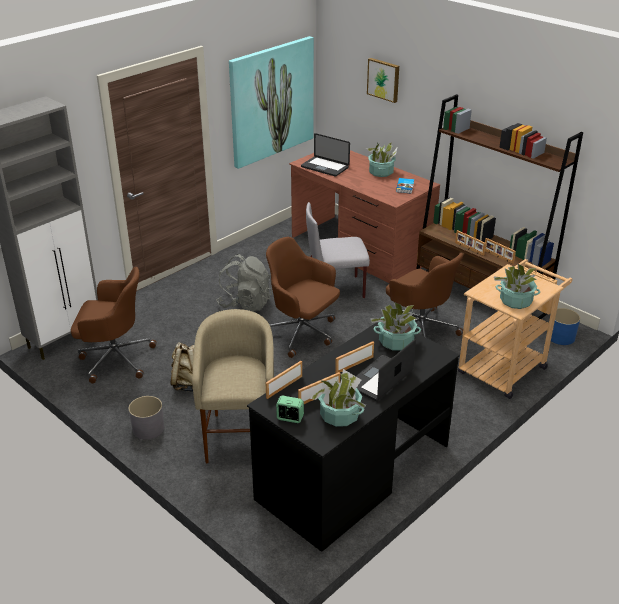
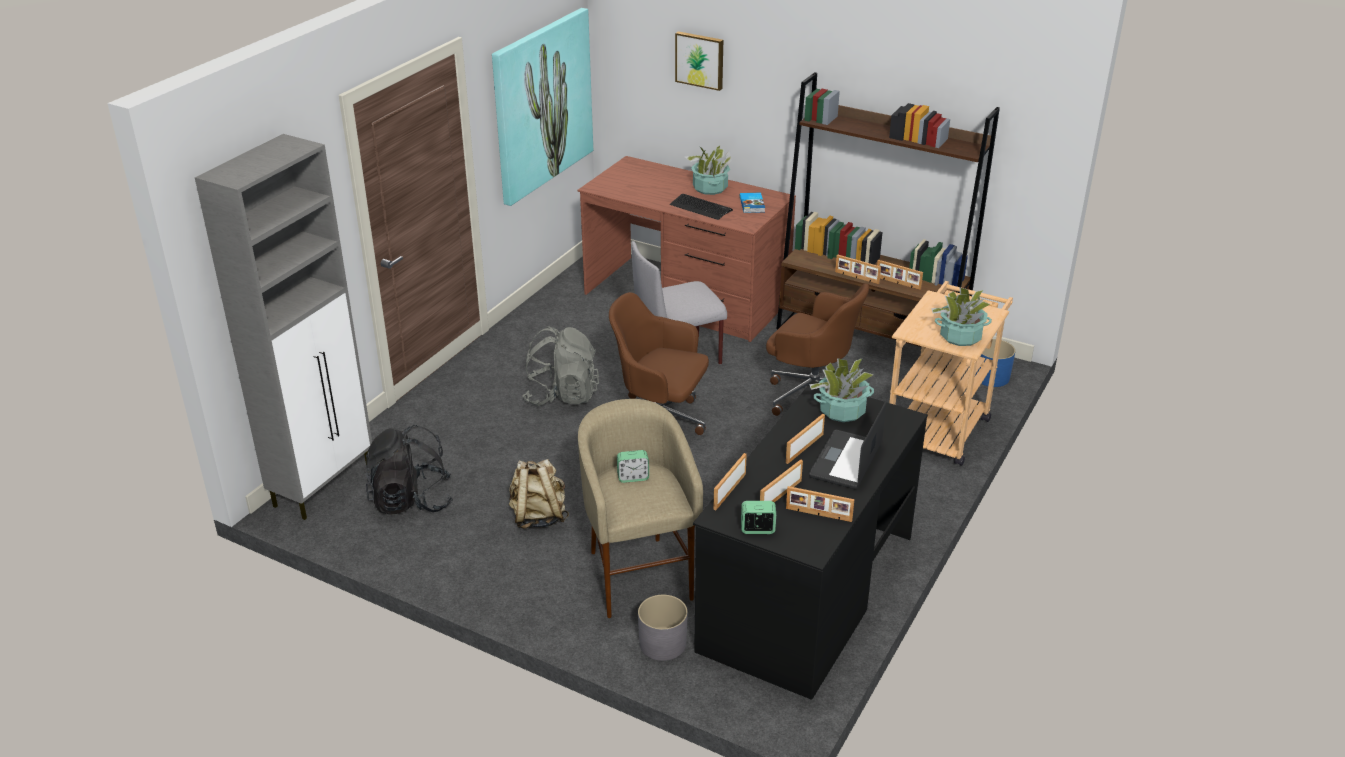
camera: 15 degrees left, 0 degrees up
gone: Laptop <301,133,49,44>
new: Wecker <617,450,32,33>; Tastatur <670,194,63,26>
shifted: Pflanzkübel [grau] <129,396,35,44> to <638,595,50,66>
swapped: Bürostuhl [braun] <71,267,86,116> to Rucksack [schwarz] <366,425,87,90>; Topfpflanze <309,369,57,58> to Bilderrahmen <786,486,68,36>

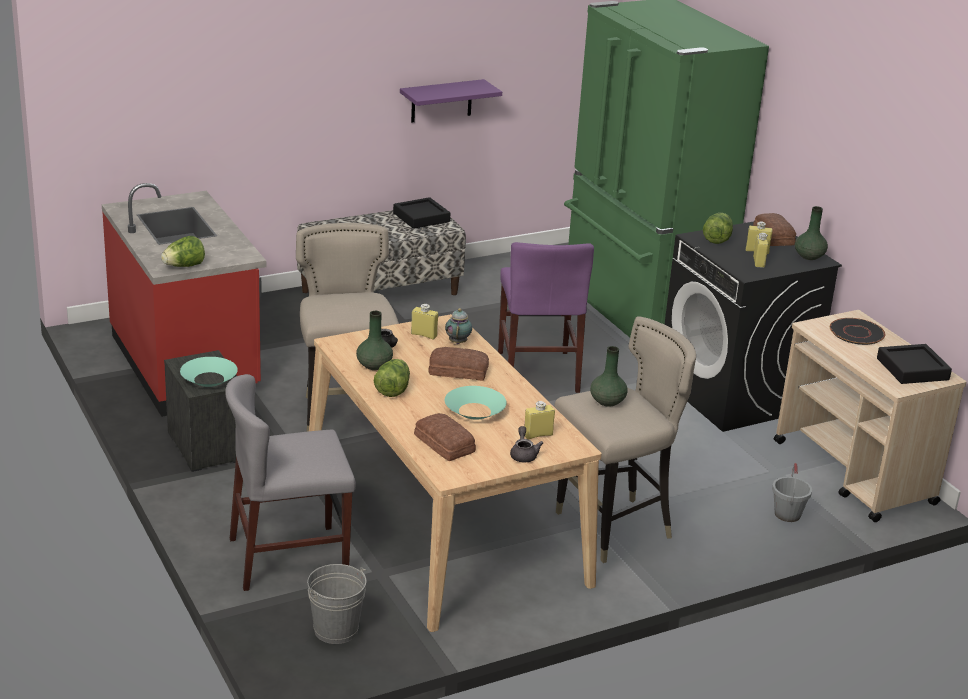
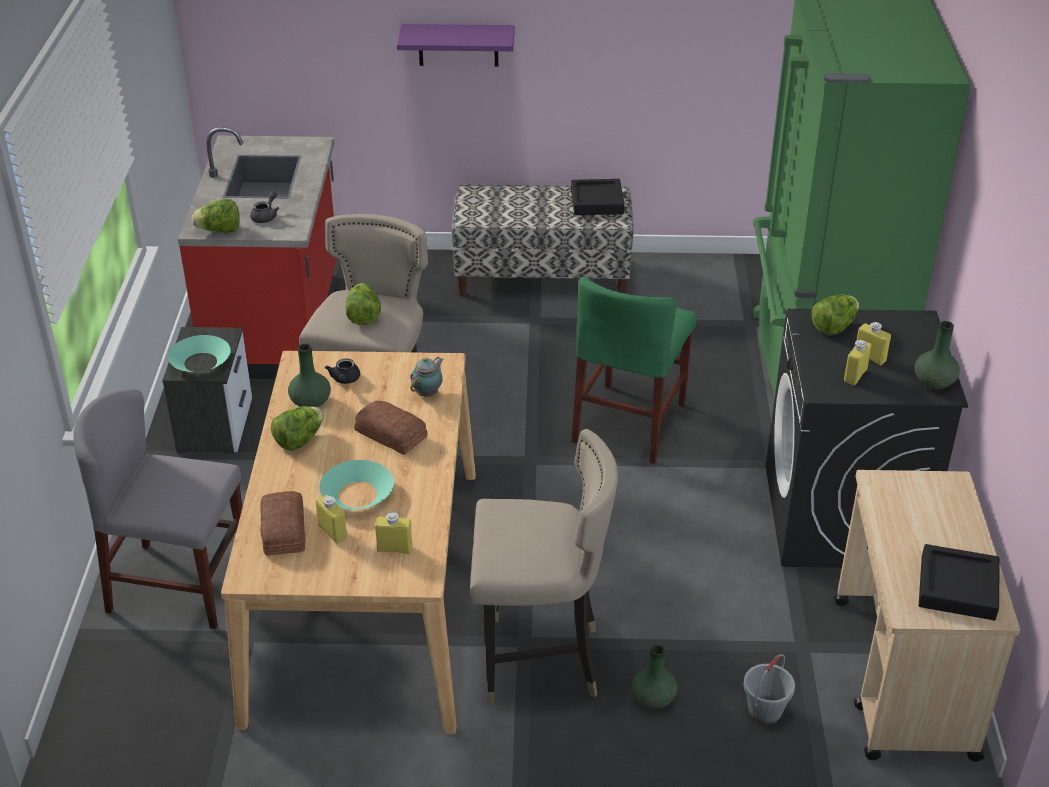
camera: 30 degrees right, 10 degrees up
gone: Eimer [grau] <307,564,60,80>; Brot <753,213,43,33>; Teller [schwarz] <830,318,55,27>
new: Salatkopf <346,283,35,42>
shifted: Wandregal [lila] <400,79,102,43> to <397,24,118,43>; Flasche [gelb] <411,304,27,36> to <316,495,31,49>; Teekanne [grau] <510,426,33,36> to <250,191,29,32>; Vase [grün] <590,346,38,61> to <632,645,45,63>
repainted: Stuhl [lila] <498,242,96,151> to Stuhl [grün] <571,277,126,187>

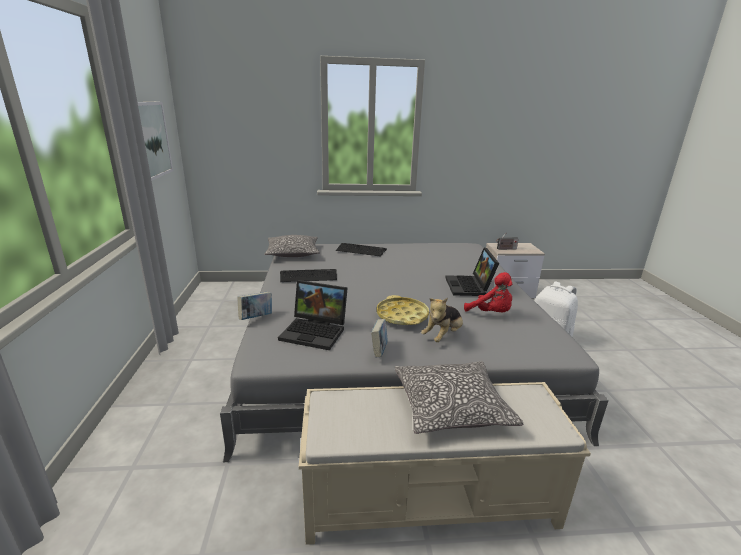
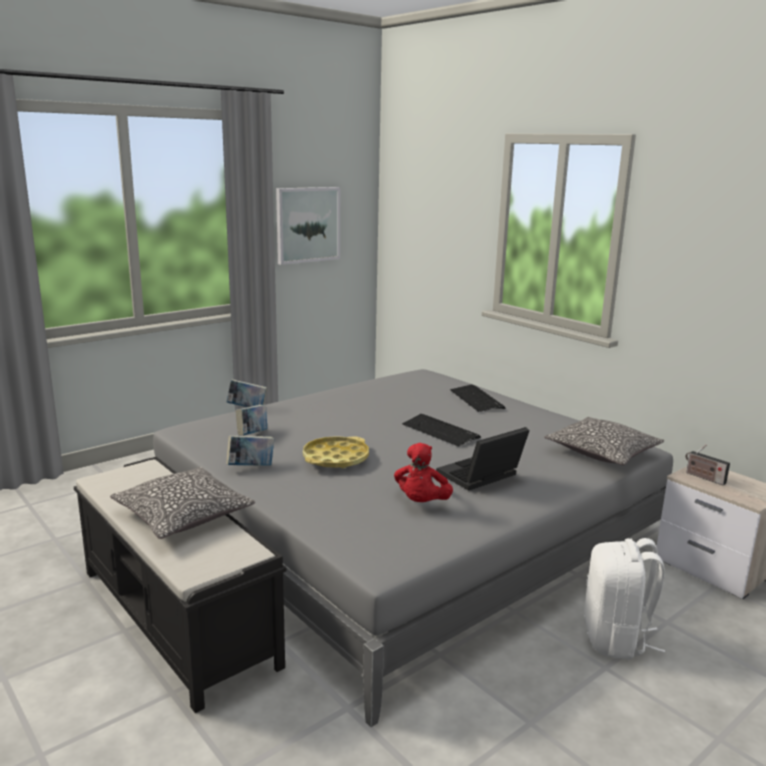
camera: 55 degrees right, 5 degrees down
gone: Plüschtier <421,298,42,44>
shifted: Kissen <264,235,56,22> to <544,417,120,48>; Tastatur <280,269,57,13> to <402,414,79,33>
swapped: Laptop <278,280,70,70> to Buch <236,405,31,31>
repainted: Bank [beige] <299,382,292,163> to Bank [schwarz] <74,457,213,256>

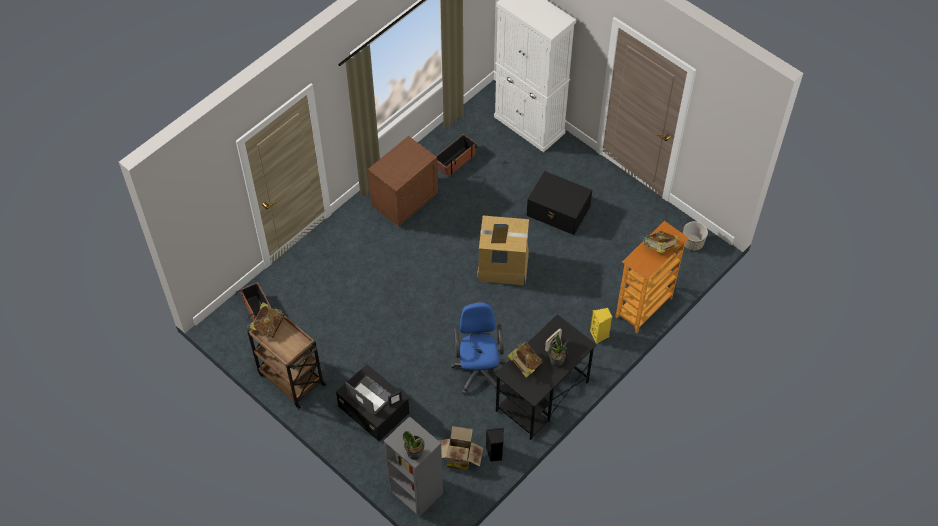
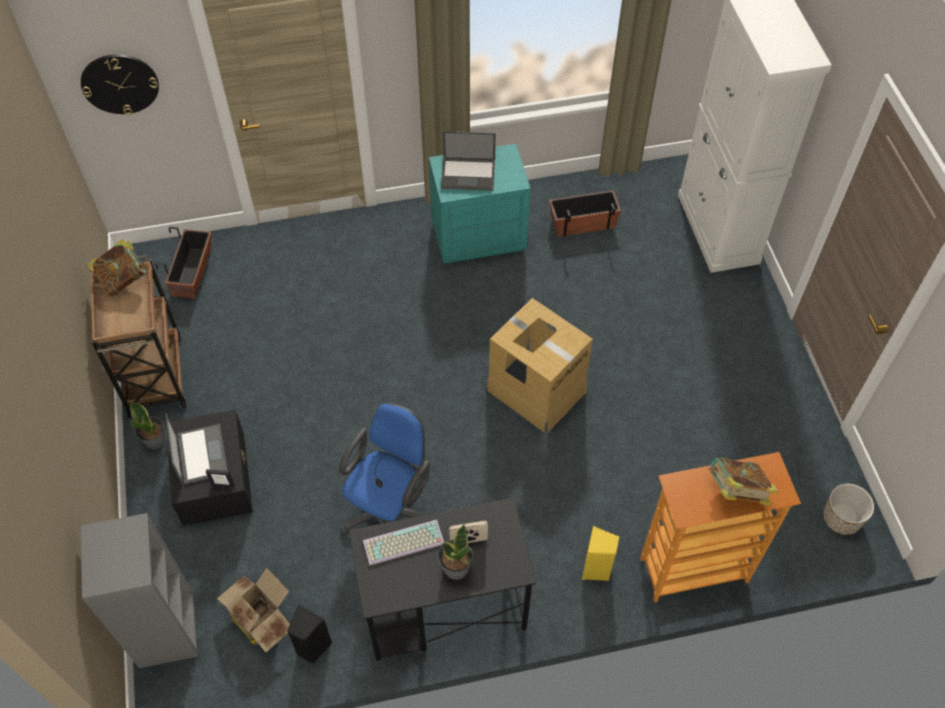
camera: 35 degrees right, 0 degrees up
gone: Aufbewahrungsbox [schwarz] <527,171,65,64>
new: Wanduhr <81,55,78,60>; Laptop <441,131,55,60>
shifted: Topfpflanze <403,431,22,29> to <130,401,35,49>
swapped: Buch <508,342,35,36> to Tastatur <363,520,81,46>
repainted: Nachttisch [braun] <368,136,70,91> to Nachttisch [türkis] <429,144,102,120>

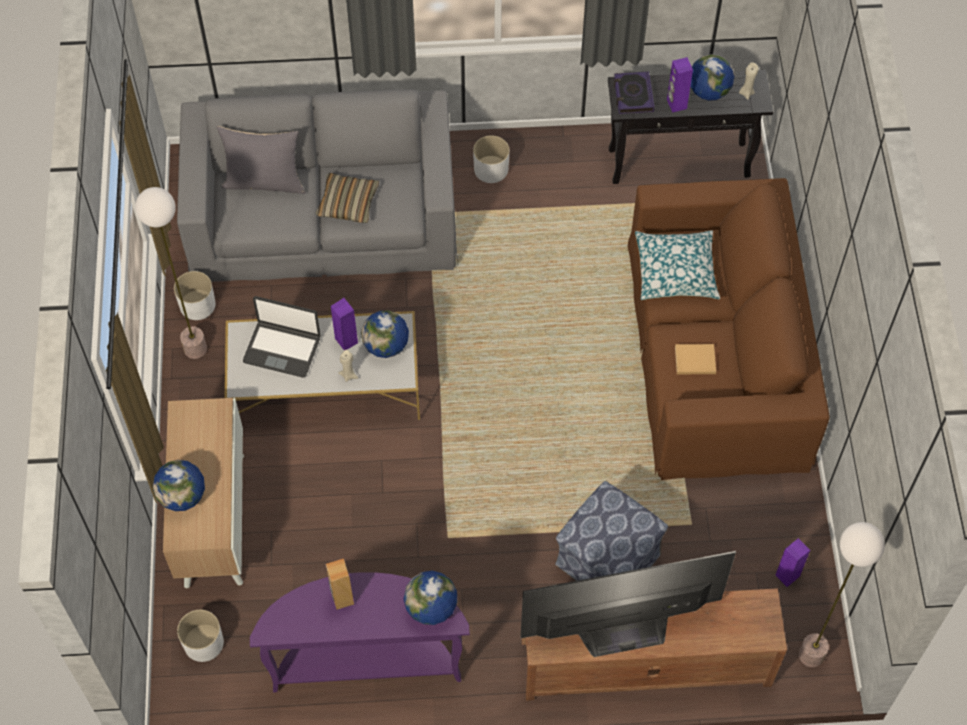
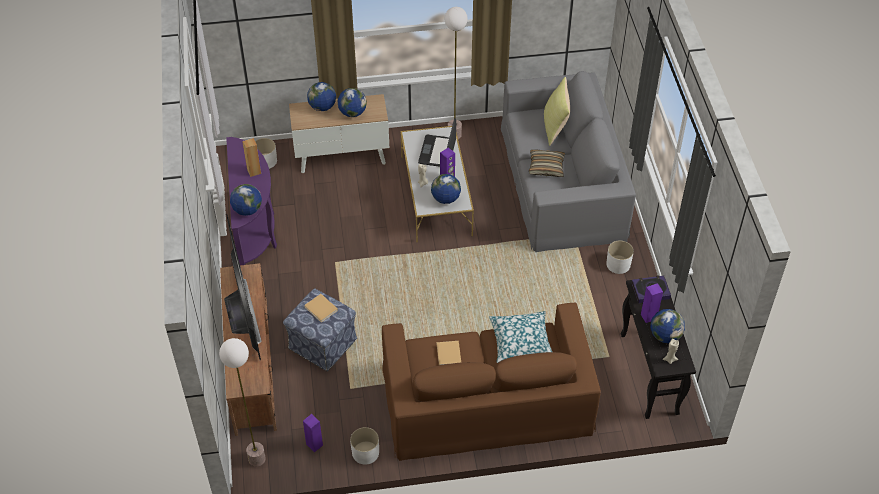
camera: 85 degrees right, 10 degrees down
new: Buch [beige] <304,294,34,28>; Globus <338,88,29,29>
shifted: Pflanzkübel [weiß] <174,271,42,49> to <350,427,29,38>
repainted: Kissen [grau] <216,126,89,68> to Kissen [gelb] <544,77,26,69>

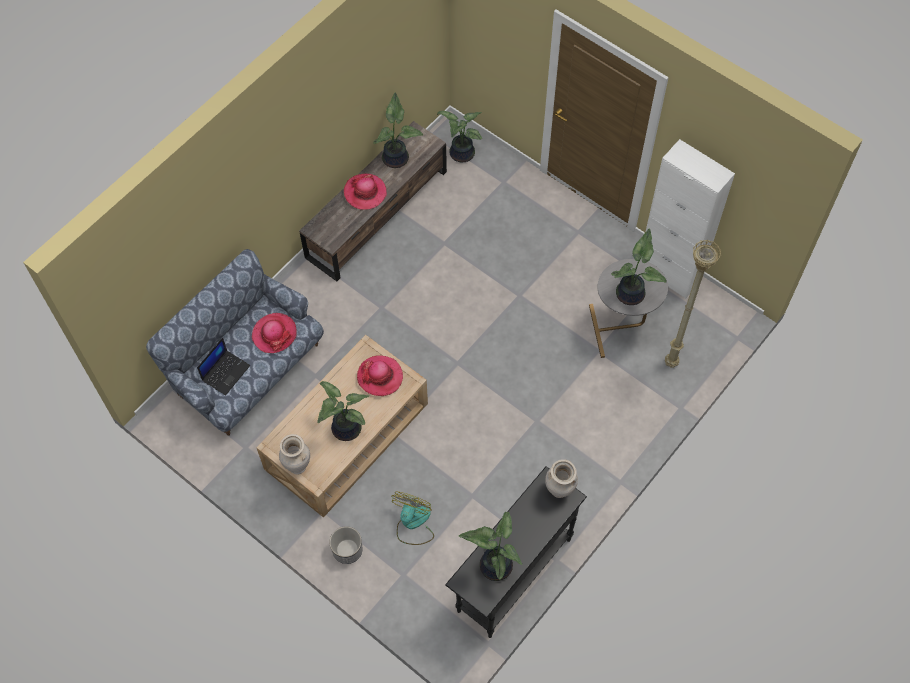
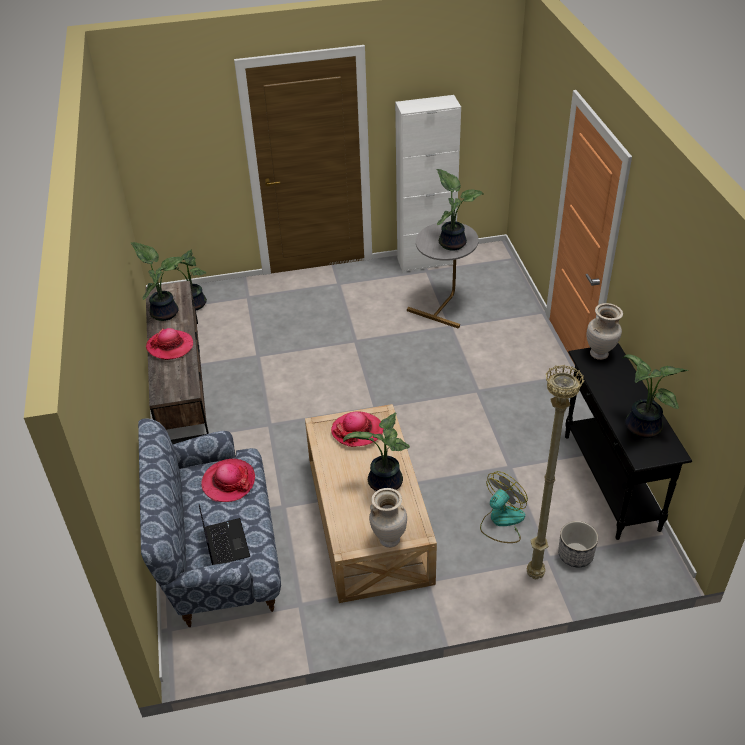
camera: 50 degrees left, 20 degrees down
shifted: Pflanzkübel <329,526,34,38> to <558,521,40,46>; Stehlampe [beige] <665,239,56,129> to <527,364,57,215>
rotated: Ventilator <391,492,43,53> = <480,471,48,72> 75 degrees clockwise

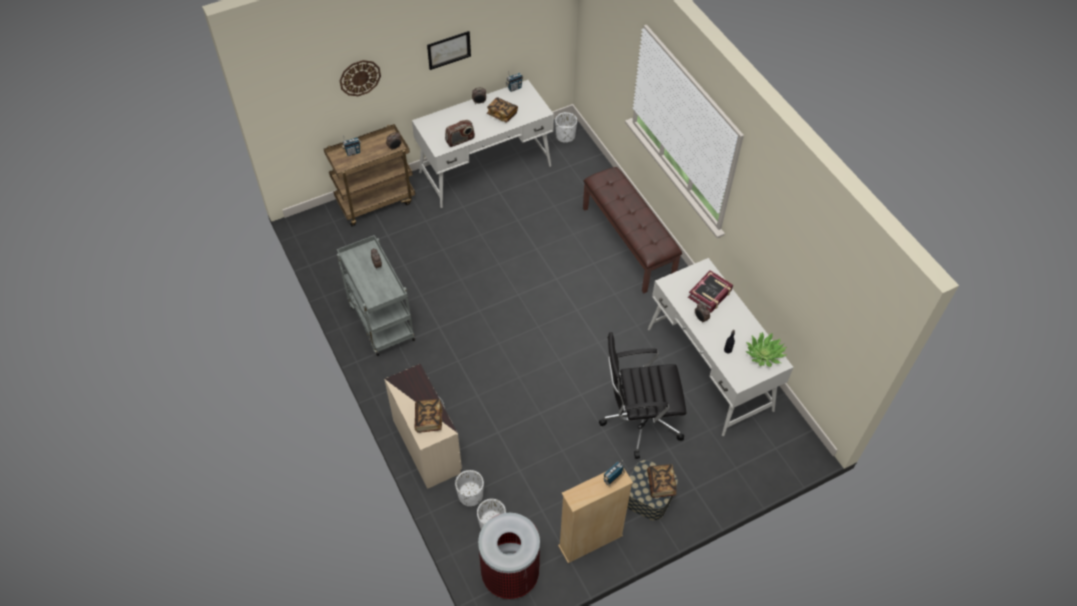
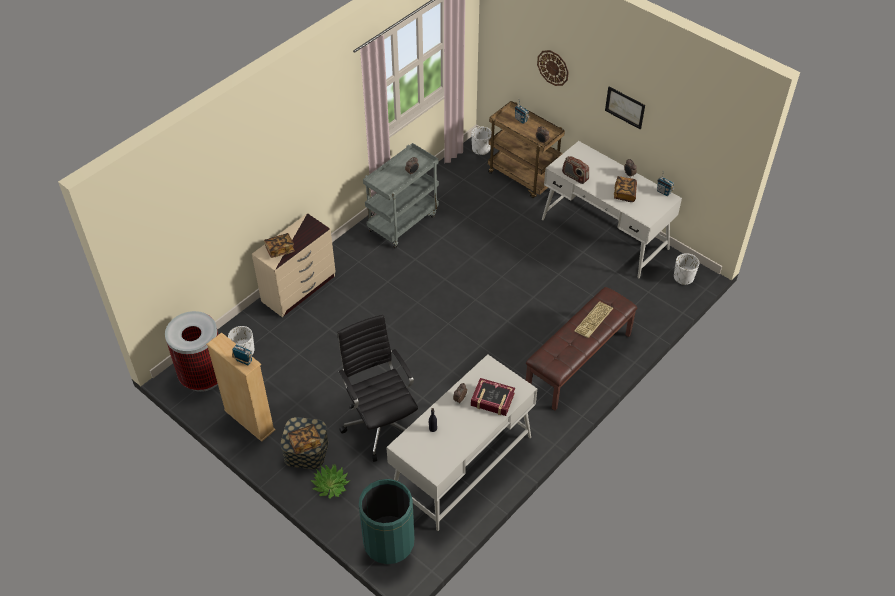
camera: 70 degrees right, 5 degrees down
new: Mülleimer [grün] <359,479,55,85>; Tastatur <574,301,39,37>
shifted: Pflanzkübel [weiß] <455,470,29,37> to <471,126,20,29>; Topfpflanze <746,332,40,35> to <310,465,39,34>

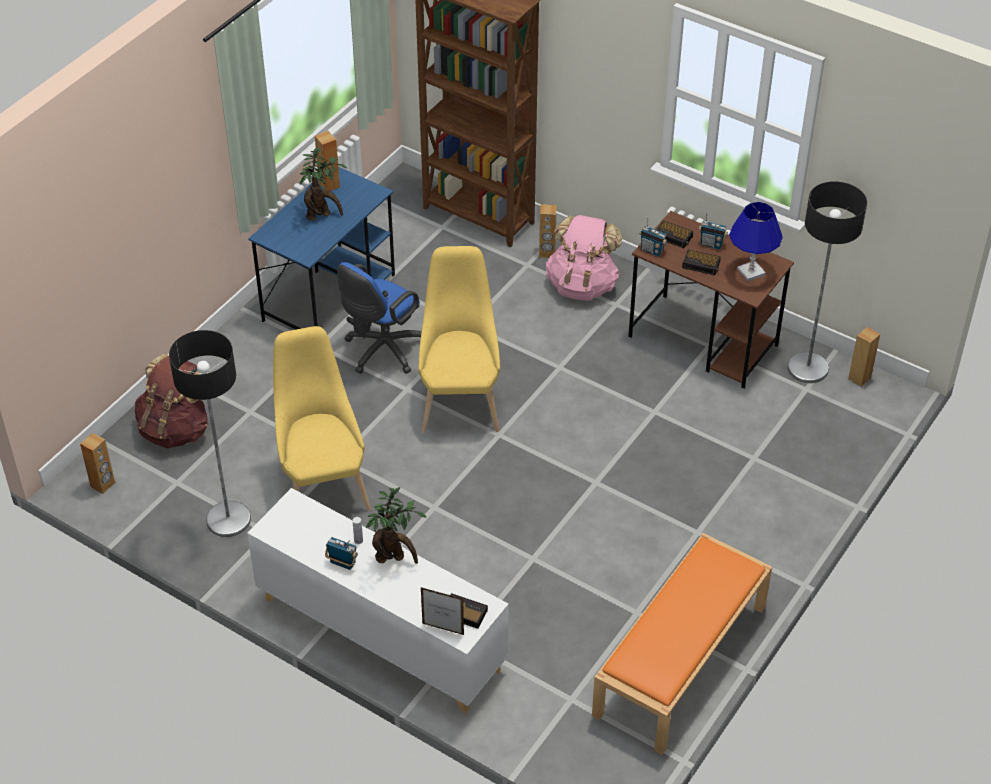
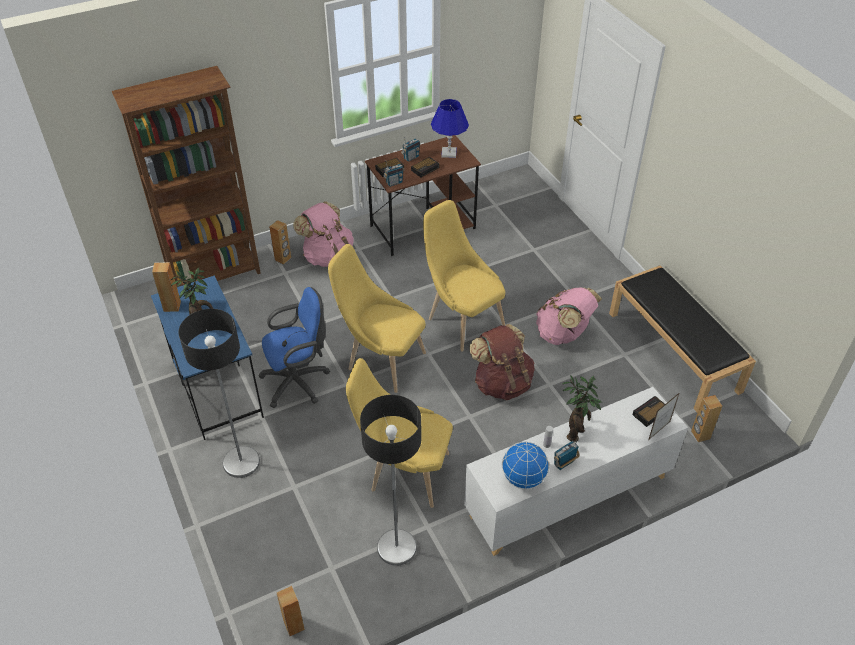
camera: 60 degrees left, 0 degrees up
new: Stuhl [gelb] <423,200,82,152>; Globus <502,442,47,47>; Rucksack [rosa] <536,287,66,58>
shifted: Rucksack [braun] <135,354,73,95> to <469,324,66,76>; Stehlampe <787,181,80,202> to <178,309,82,169>; Lautsprecher [braun] <848,327,32,60> to <691,395,31,47>
repainted: Bank [orange] <592,533,180,222> to Bank [schwarz] <609,265,147,148>
rotated: Bürostuhl [blau] <337,262,85,112> = <258,287,72,121> 90 degrees counterclockwise

